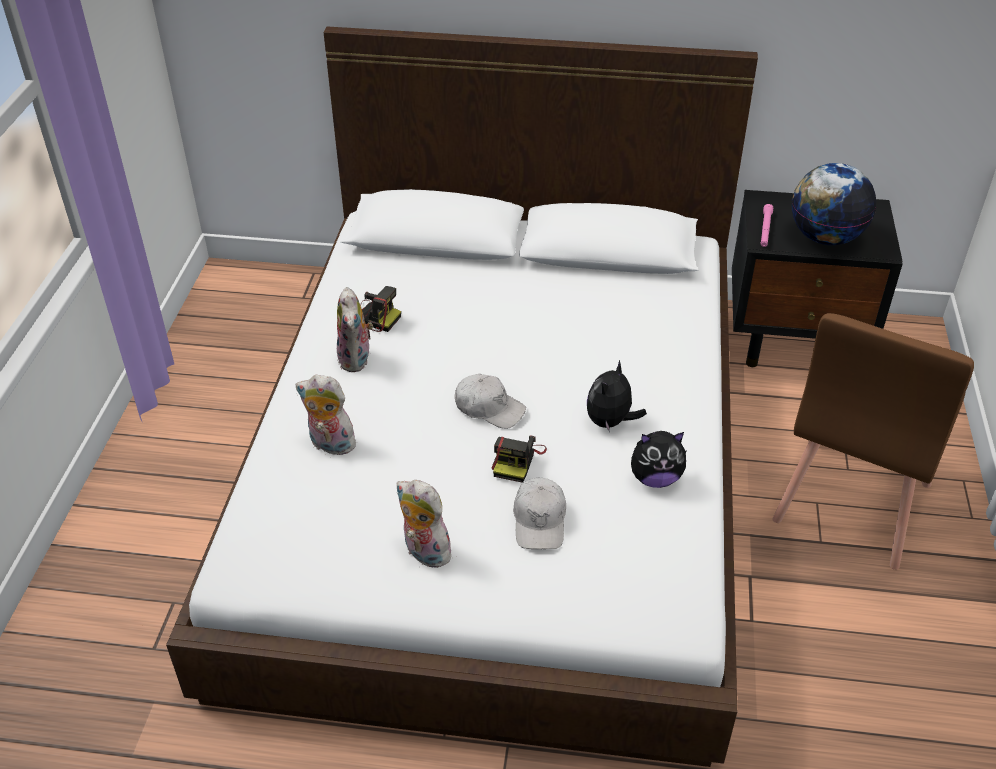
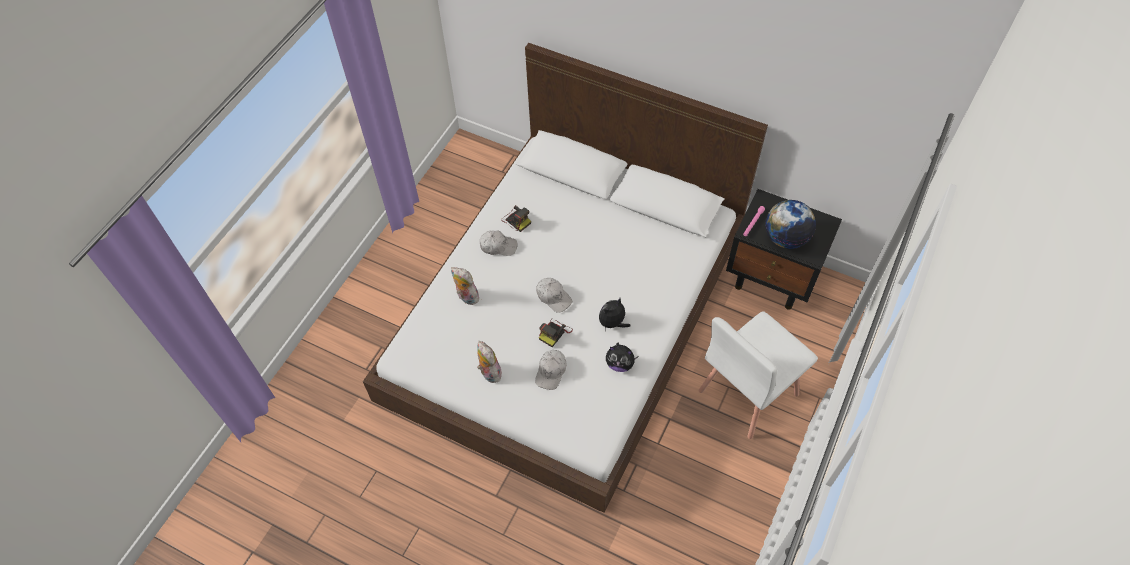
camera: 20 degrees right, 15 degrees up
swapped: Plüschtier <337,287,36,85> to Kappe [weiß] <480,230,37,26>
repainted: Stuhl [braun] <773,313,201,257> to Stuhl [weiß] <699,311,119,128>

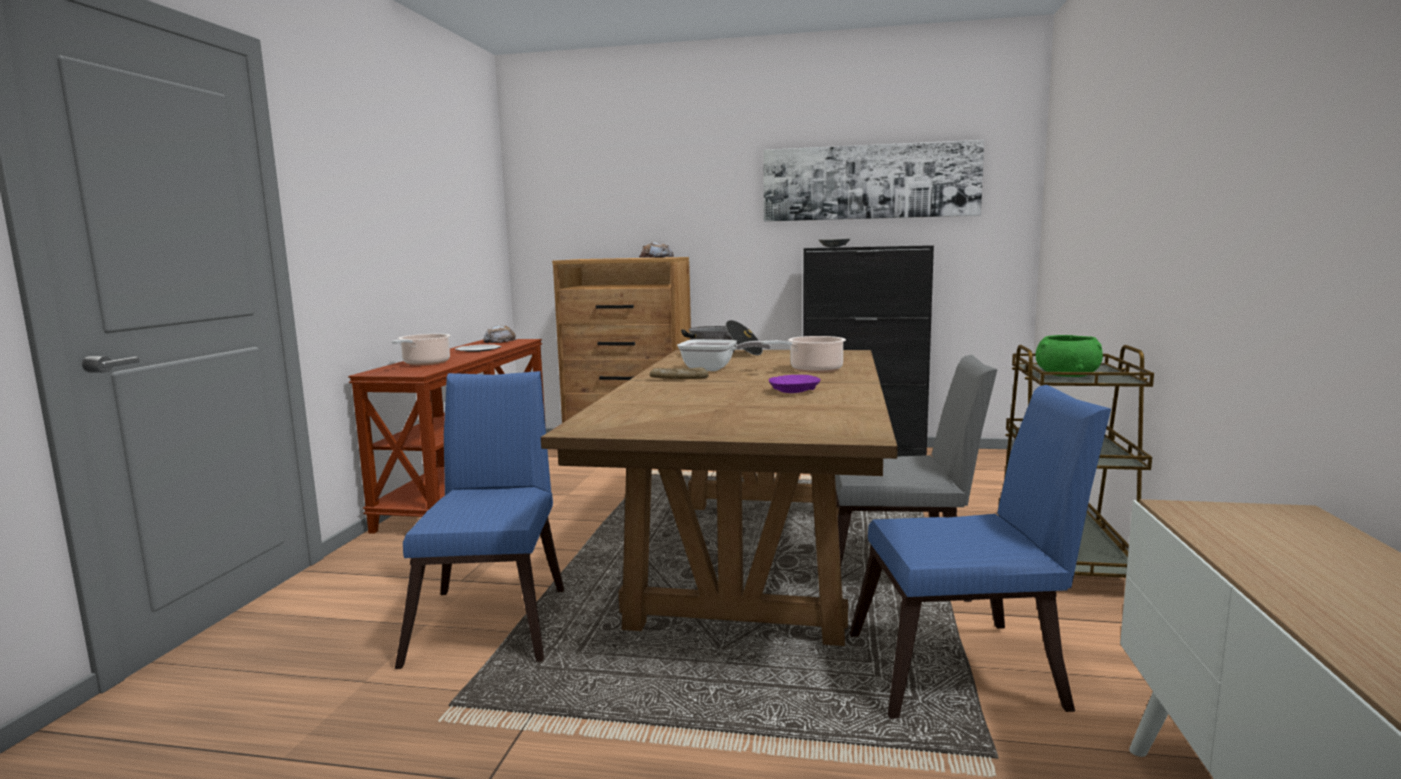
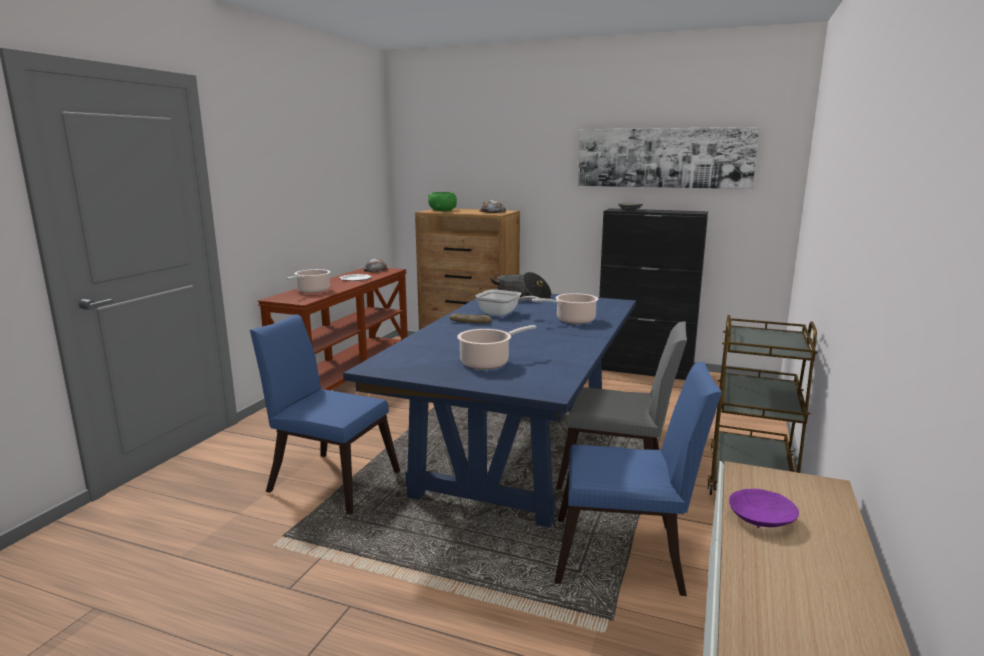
camera: 10 degrees right, 5 degrees up
new: Kochtopf <457,325,79,44>
shifted: Schüssel [lila] <769,375,52,18> to <729,489,70,39>; Schüssel [grün] <1035,335,68,42> to <428,192,29,19>
repainted: Esstisch [braun] <541,350,357,296> to Esstisch [blau] <343,289,293,239>
rotated: Stuhl [blau] <395,371,169,298> = <250,314,150,201> 75 degrees counterclockwise

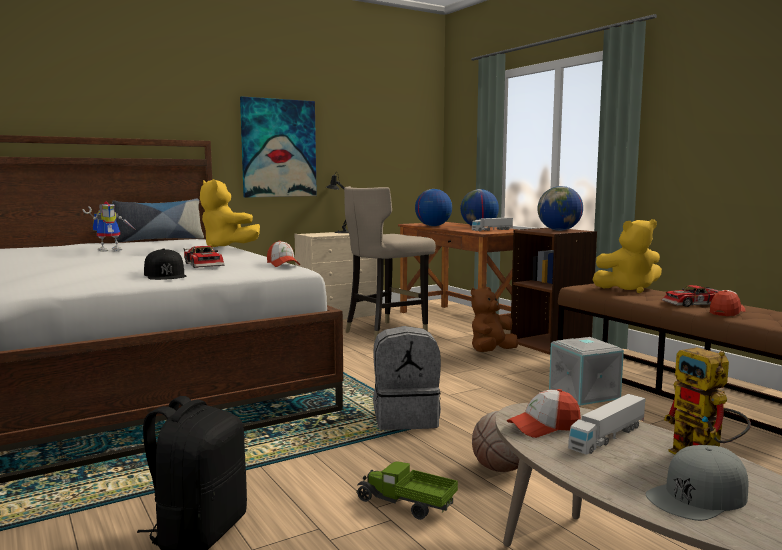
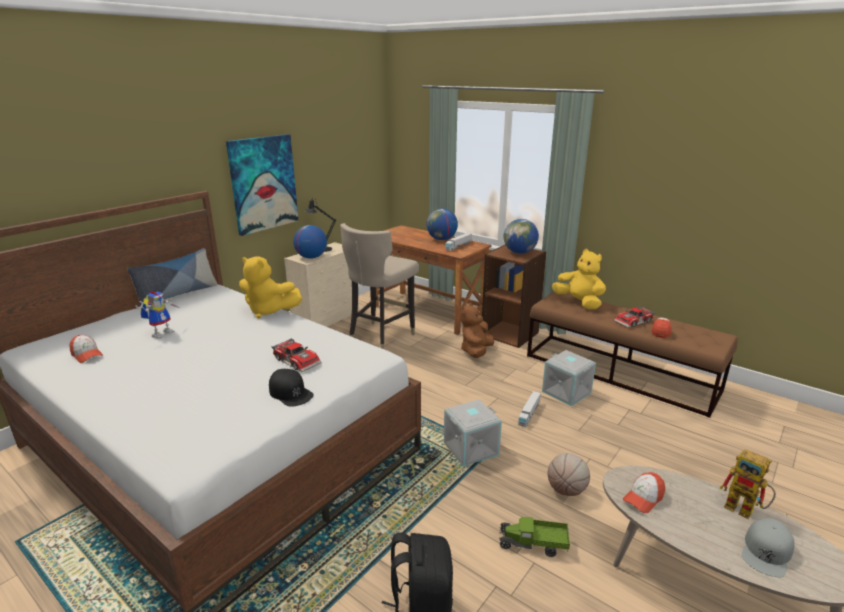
camera: 20 degrees left, 15 degrees up
shifted: Kappe <267,240,33,27> to <69,335,34,28>; Globus <415,189,37,37> to <293,225,34,34>; Spielzeuglaster <568,394,77,61> to <518,391,23,36>
swapped: Rucksack [grau] <373,326,68,104> to Aufbewahrungsbox [grau] <444,400,58,66>
rotated: Plüschtier [gelb] <592,219,70,74> = <552,249,54,60> 105 degrees counterclockwise

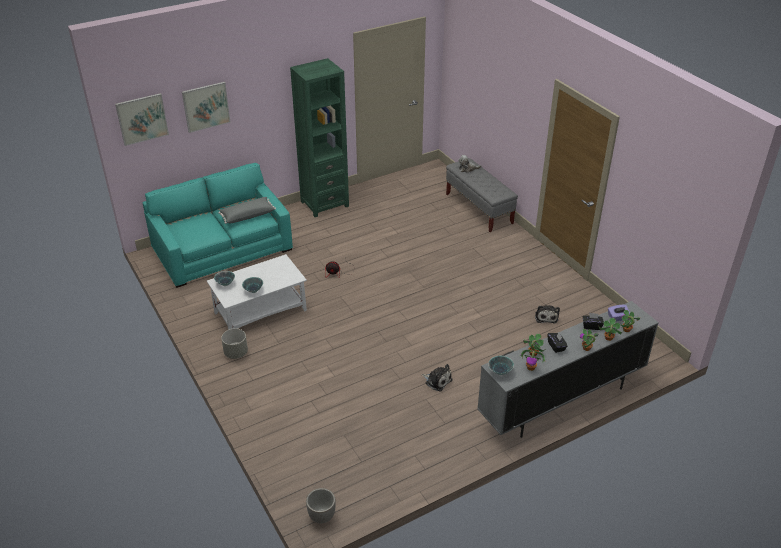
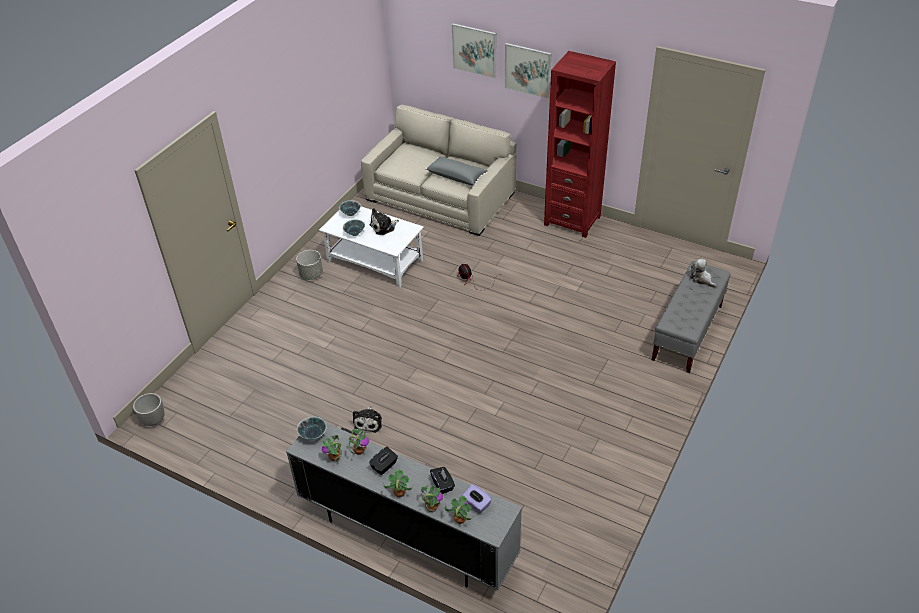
camera: 60 degrees right, 5 degrees up
shifted: Bild <115,93,54,53> to <505,43,47,56>; Plüschtier <535,305,25,19> to <370,208,29,27>
repainted: Sofa [türkis] <142,163,151,125> to Sofa [beige] <361,104,155,132>; Bücherregal [grün] <290,58,59,159> to Bücherregal [rot] <544,51,72,187>

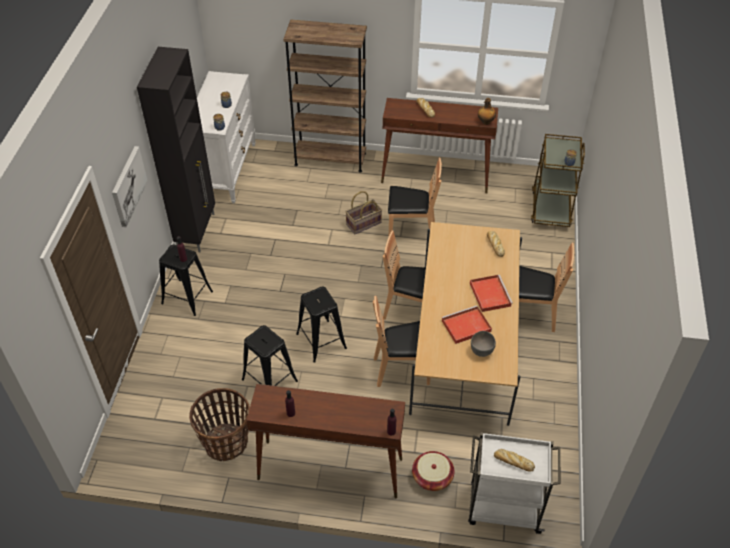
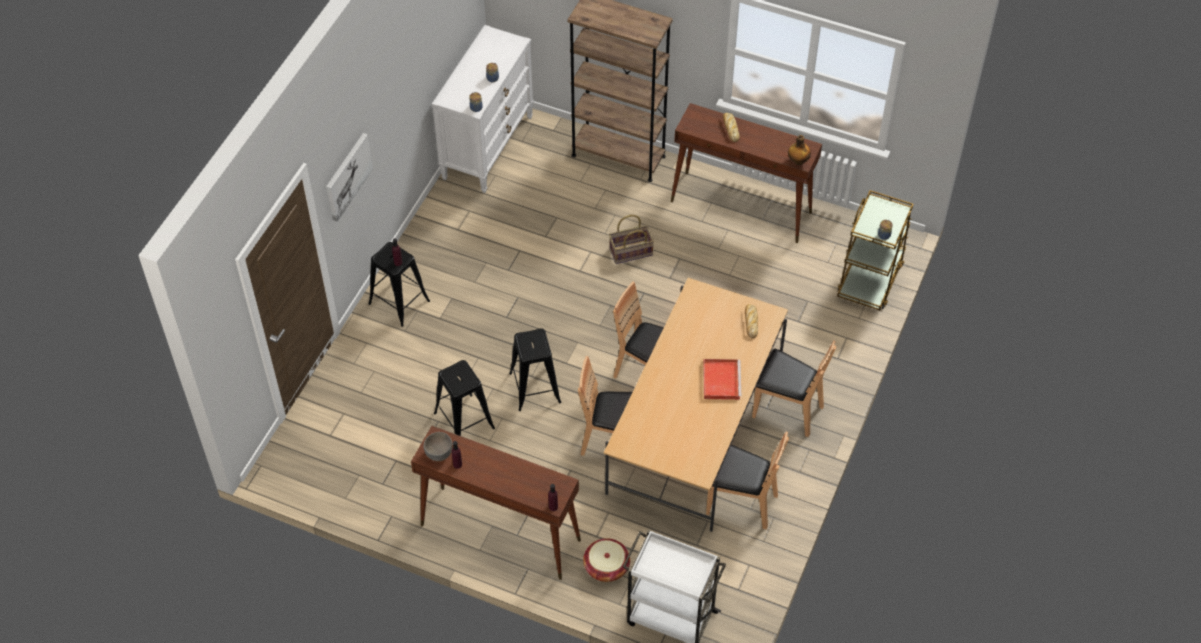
camera: 15 degrees right, 5 degrees up
gone: Schrank [schwarz] <137,47,78,205>; Korb <189,388,61,73>; Tablett [rot] <441,305,51,39>; Brot <494,449,41,23>
shifted: Stuhl [braun] <388,158,54,77> to <706,432,83,98>; Schüssel [grau] <471,331,25,26> to <424,432,29,29>

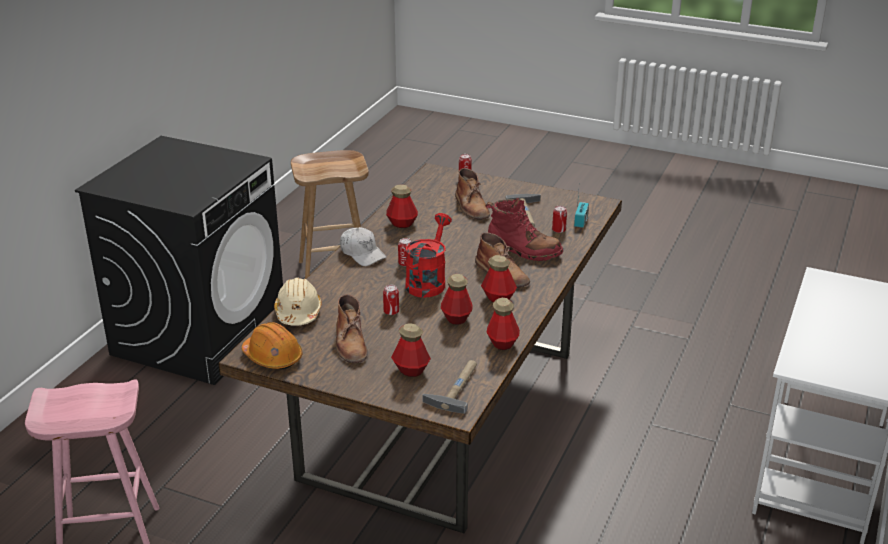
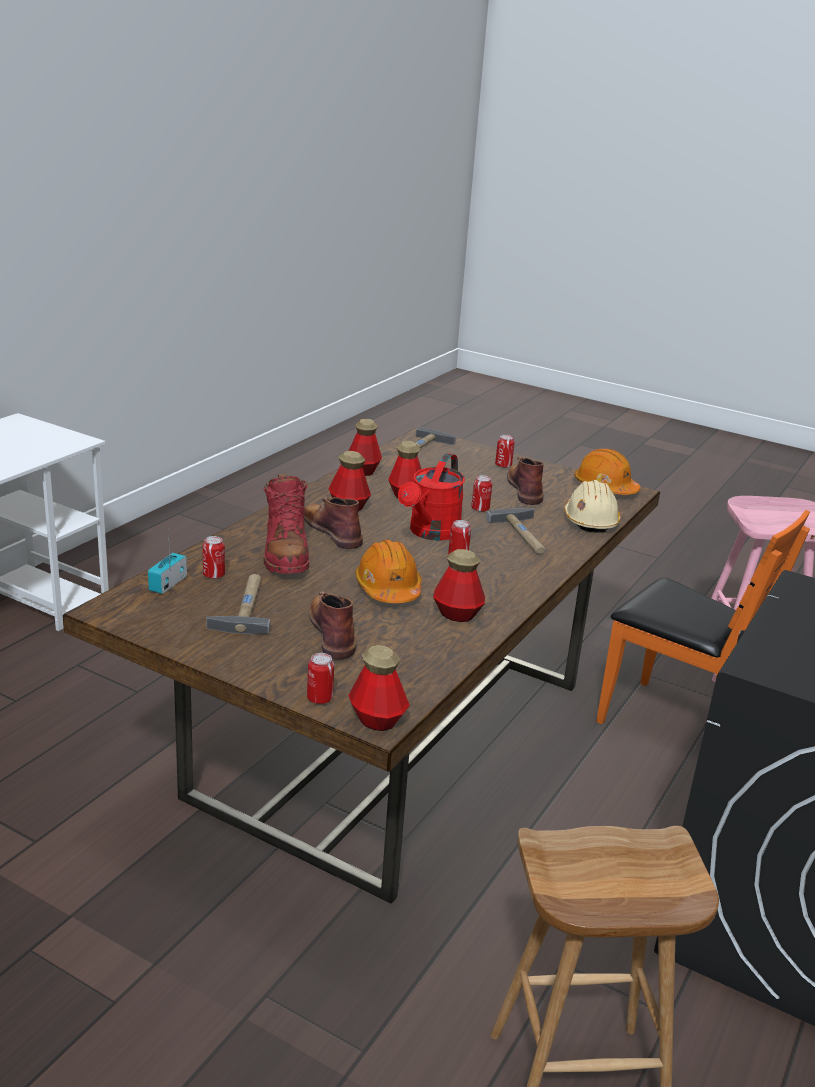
camera: 175 degrees left, 5 degrees down
gone: Kappe [weiß] <340,227,46,39>
new: Schutzhelm [orange] <355,539,67,64>; Hammer <486,508,60,46>; Dose <495,435,20,33>; Stuhl [orange] <596,510,214,214>
shifted: Flasche <391,323,40,54> to <348,645,62,86>
rotated: Stiefel [rot] <485,197,78,64> = <263,473,46,101> 135 degrees counterclockwise

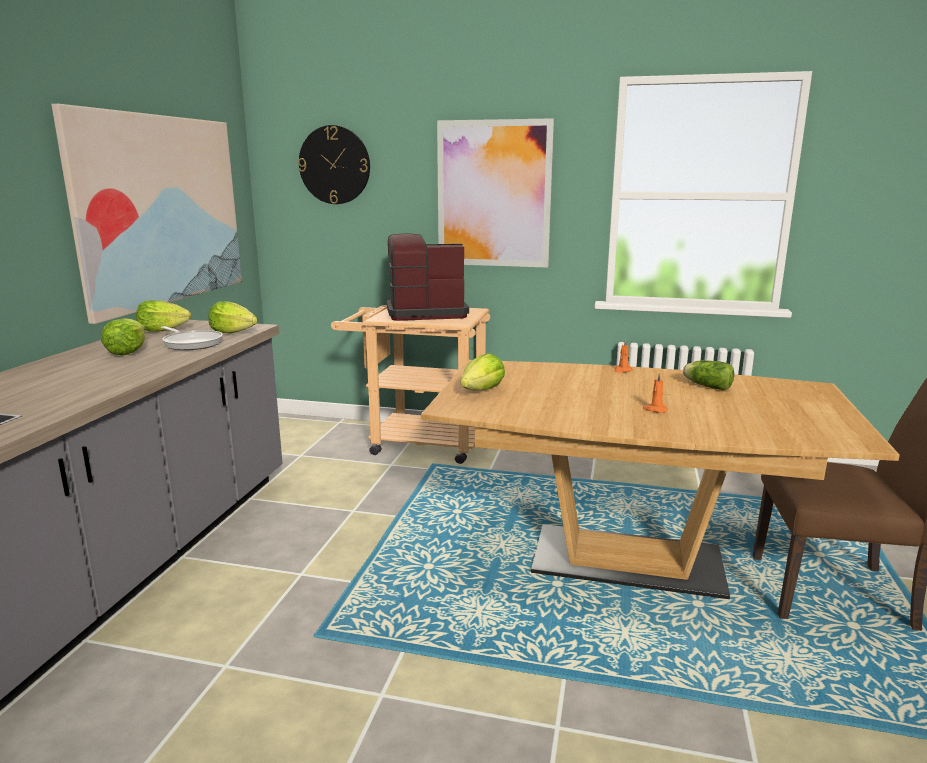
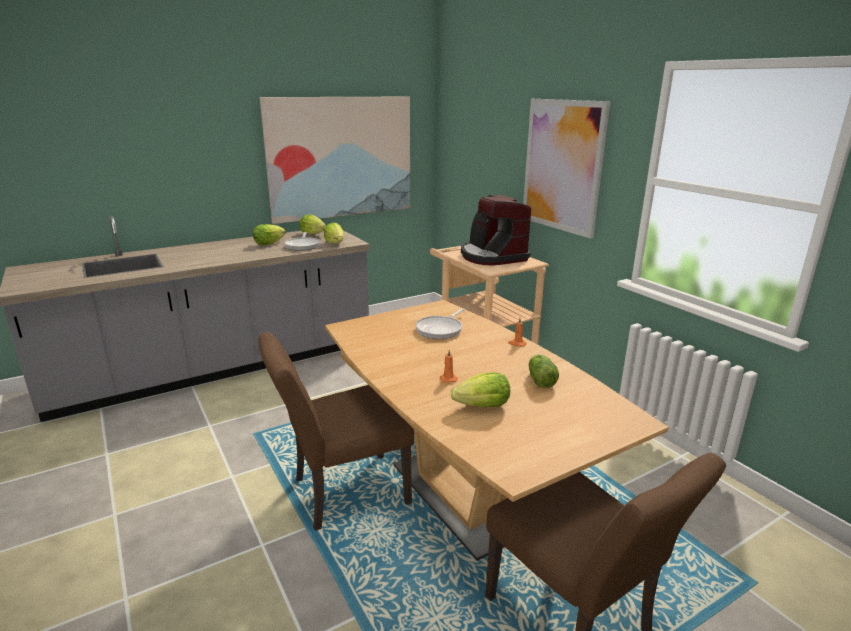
camera: 45 degrees right, 5 degrees up
gone: Wanduhr <298,125,72,79>
new: Stuhl [braun] <259,332,155,199>; Pfanne <415,308,50,31>
shifted: Salatkopf <461,353,44,37> to <451,372,59,35>
rotated: Kaffeemaschine <387,234,82,87> = <461,195,70,70> 150 degrees counterclockwise

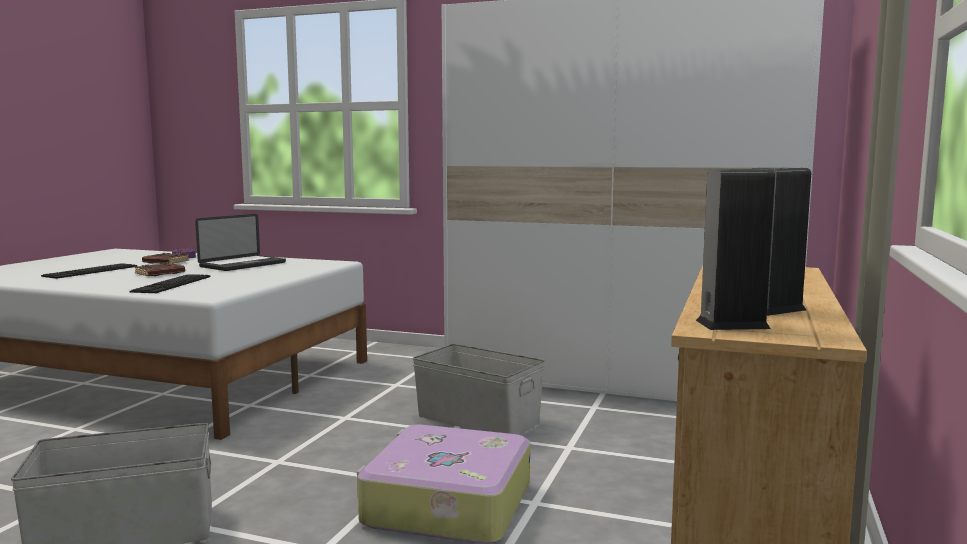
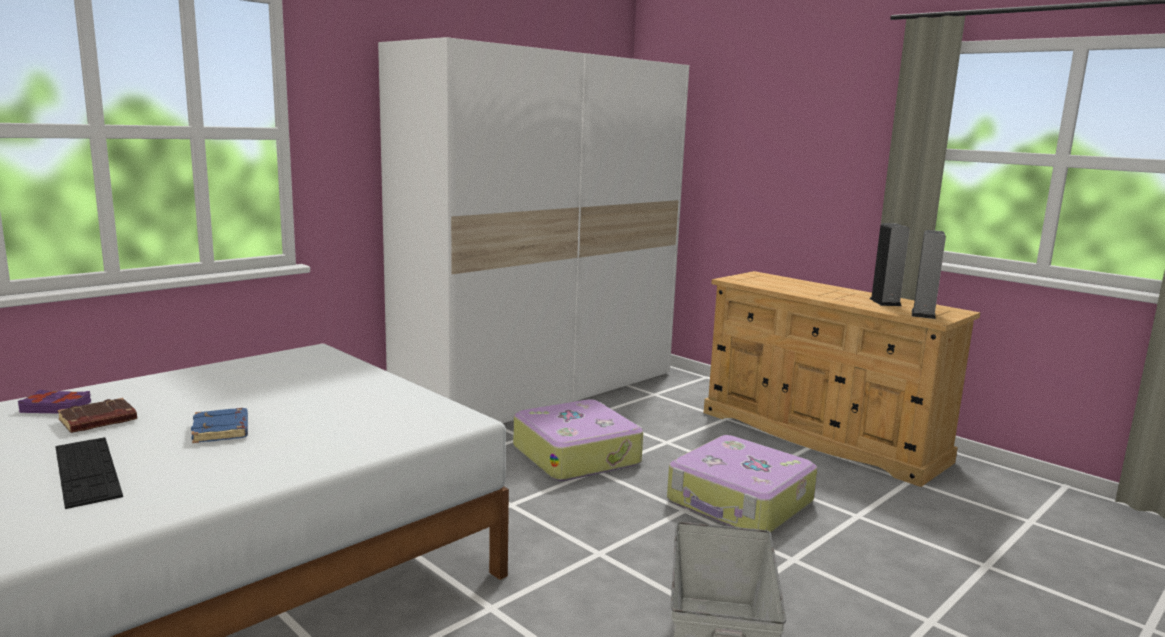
camera: 65 degrees left, 5 degrees up
gone: Tastatur <129,274,82,19>; Laptop <195,214,91,57>
swapped: Aufbewahrungsbox [grau] <413,344,131,91> to Koffer <513,399,130,82>
repainted: Buch [braun] <134,263,51,13> to Buch [blau] <191,408,57,35>

